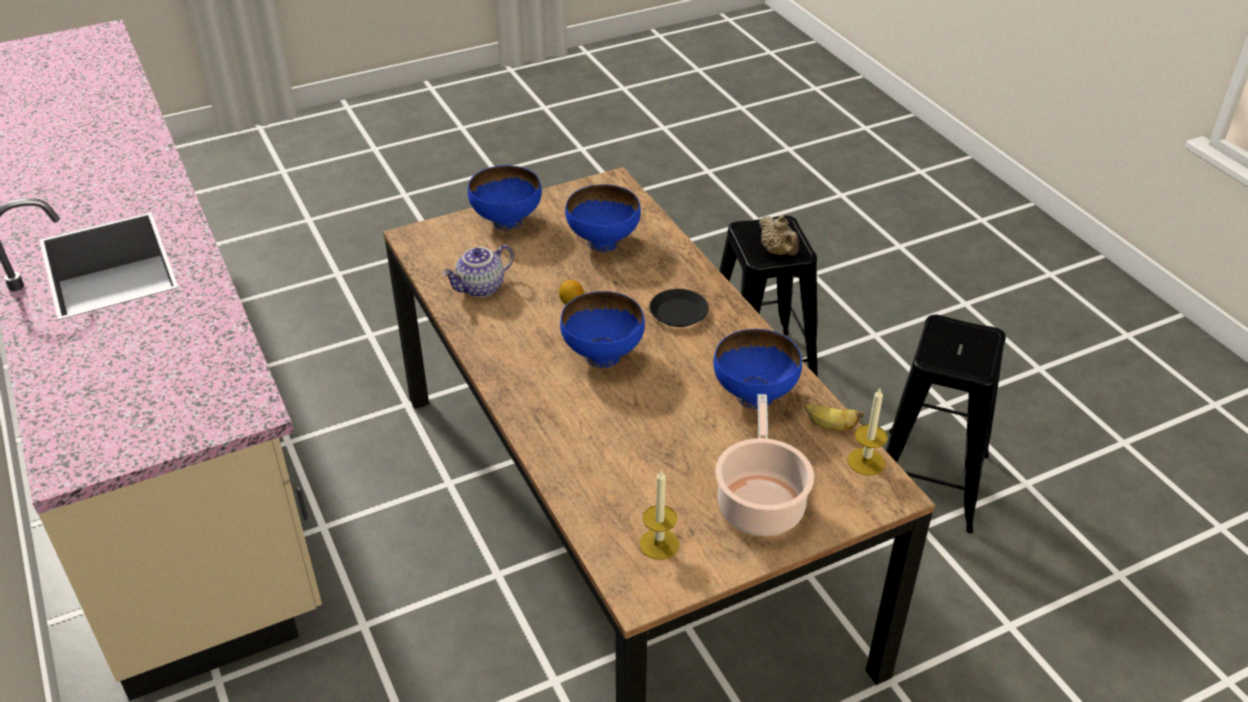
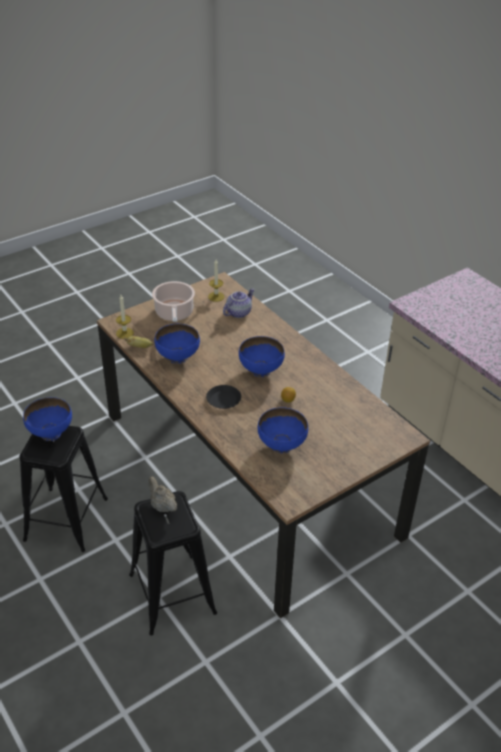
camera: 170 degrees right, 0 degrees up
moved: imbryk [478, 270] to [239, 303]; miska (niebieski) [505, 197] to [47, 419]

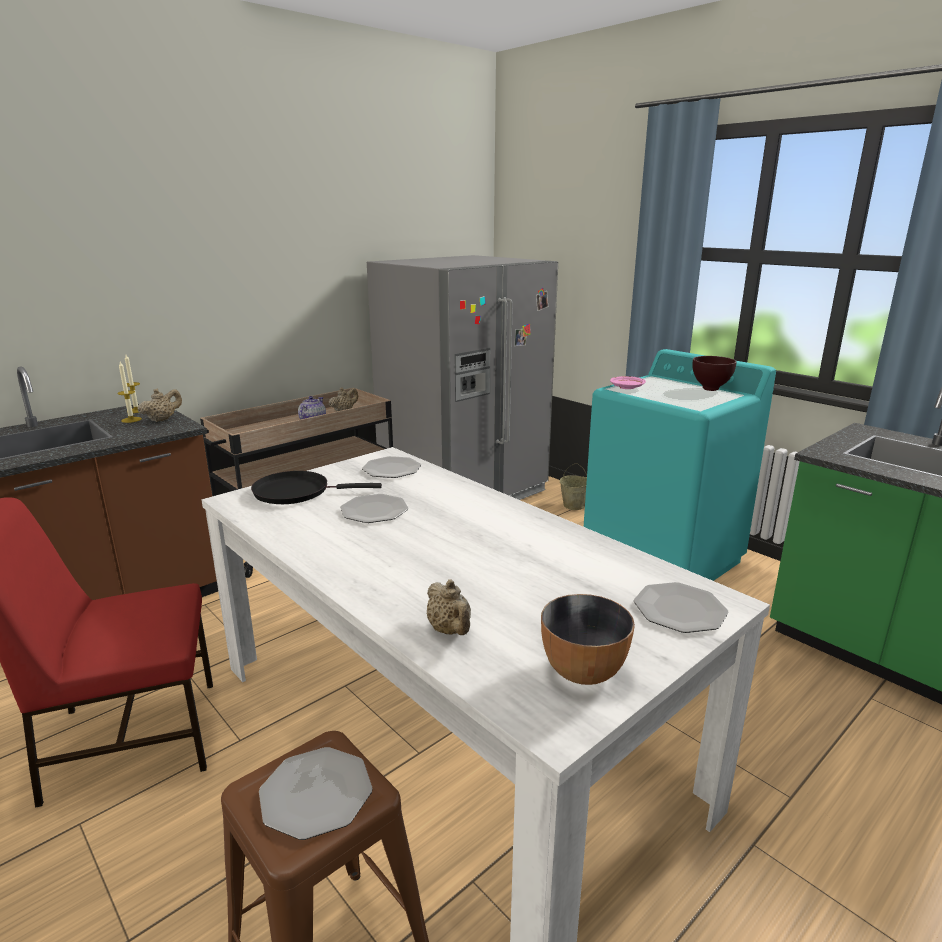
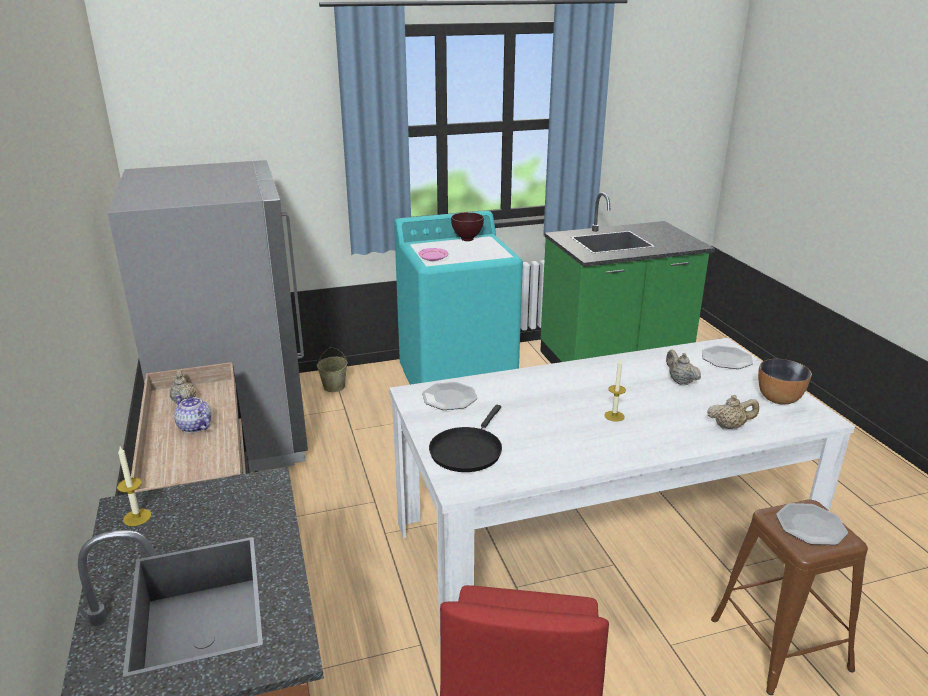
camera: 65 degrees left, 5 degrees up
removed: talerz [374, 508]
moved: świeca [129, 392] to [615, 390]; imbryk (beżowy) [160, 405] to [683, 367]

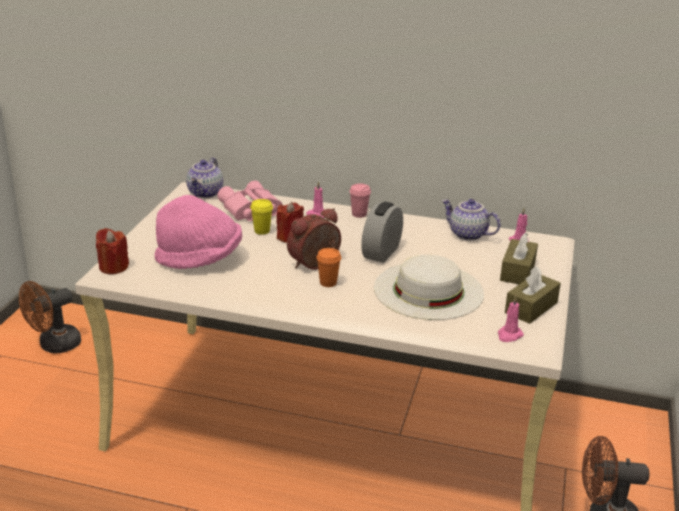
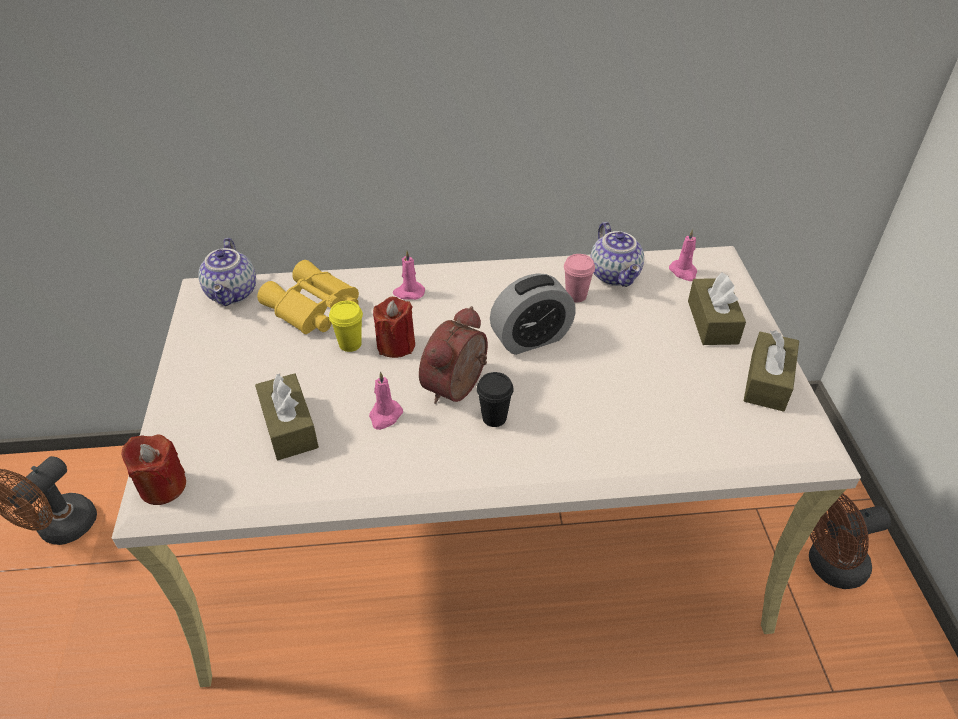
camera: 20 degrees left, 15 degrees up
removed: kapelusz (biały) [429, 287]
moved: filiżanka (różowy) [360, 200] to [579, 278]; świeca (różowy) [511, 319] to [386, 400]
replaced: kapelusz (różowy) [198, 232] to pudełko chusteczek (brązowy) [287, 416]
recoloured: lornetka (różowy) [249, 201] to lornetka (żółty) [308, 297]; filiżanka (pomarańczowy) [329, 267] to filiżanka (czarny) [495, 399]
turned: budzik [382, 232] = [533, 314] 120 degrees counterclockwise; imbryk [471, 220] = [617, 254] 120 degrees counterclockwise

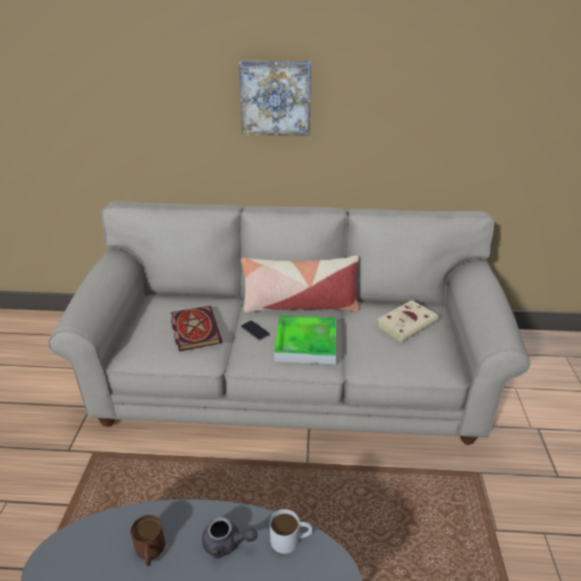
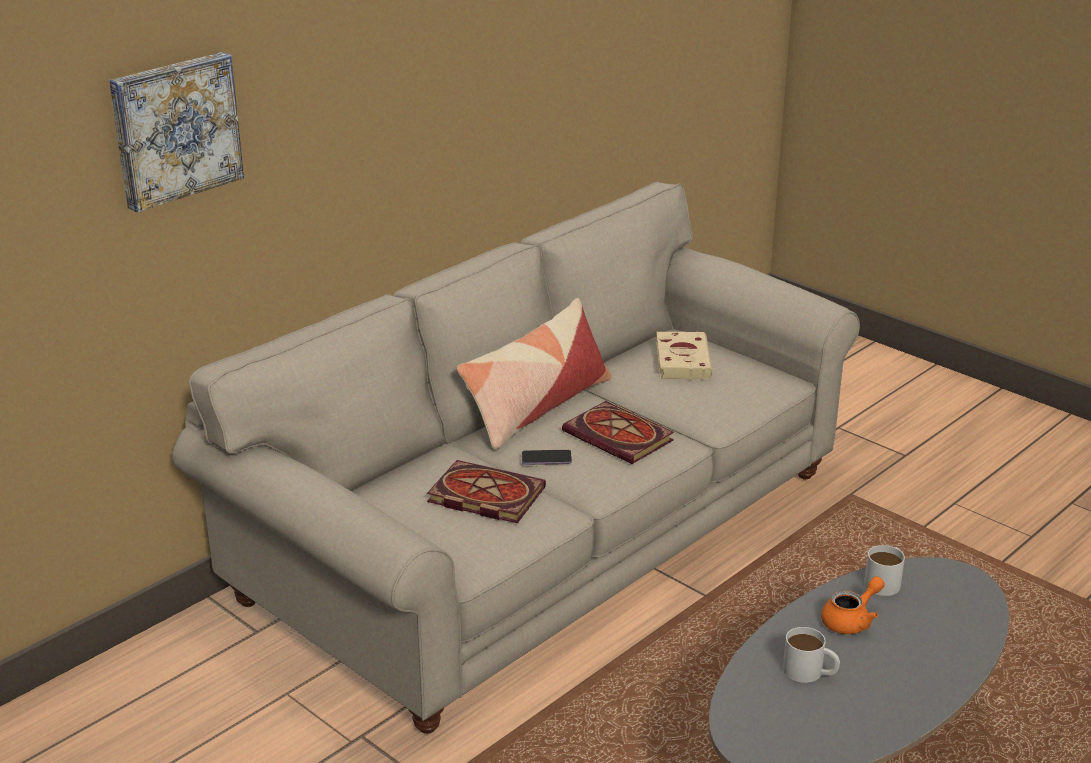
camera: 50 degrees left, 5 degrees down
moved: obraz [275, 98] to [176, 132]
replaced: taca [305, 340] to książka [618, 432]
recoloured: kubek (brązowy) [147, 540] to kubek (biały) [811, 655]; imbryk (szary) [229, 537] to imbryk (pomarańczowy) [853, 605]

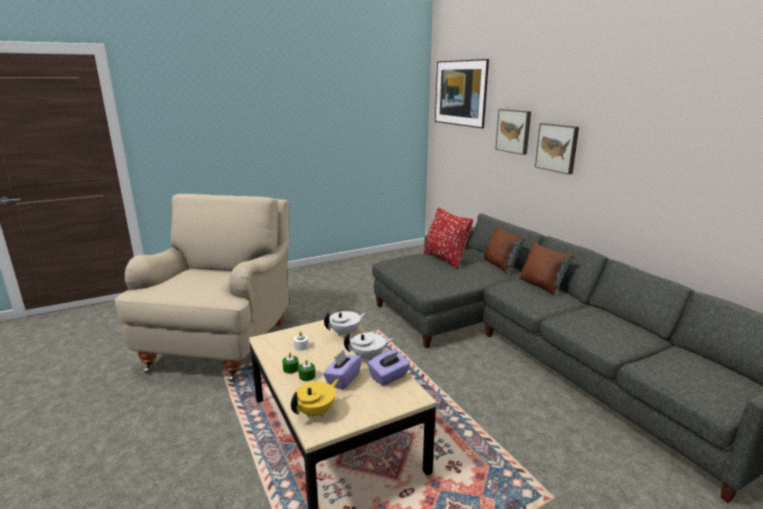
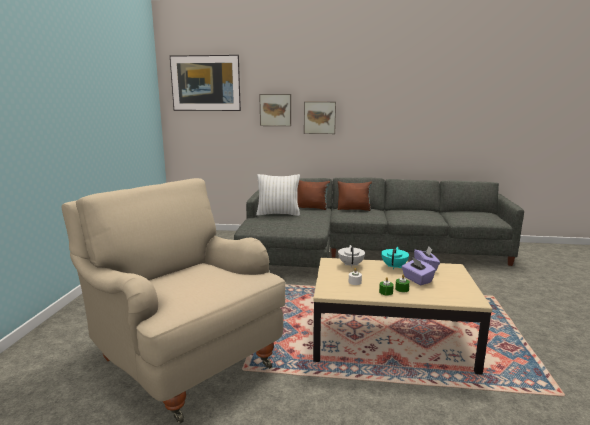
camera: 55 degrees left, 5 degrees down
removed: imbryk (żółty) [315, 398]
recoloured: imbryk (biały) [369, 347] to imbryk (turkusowy) [395, 258]; poduszka (czerwony) [448, 238] to poduszka (biały) [278, 195]

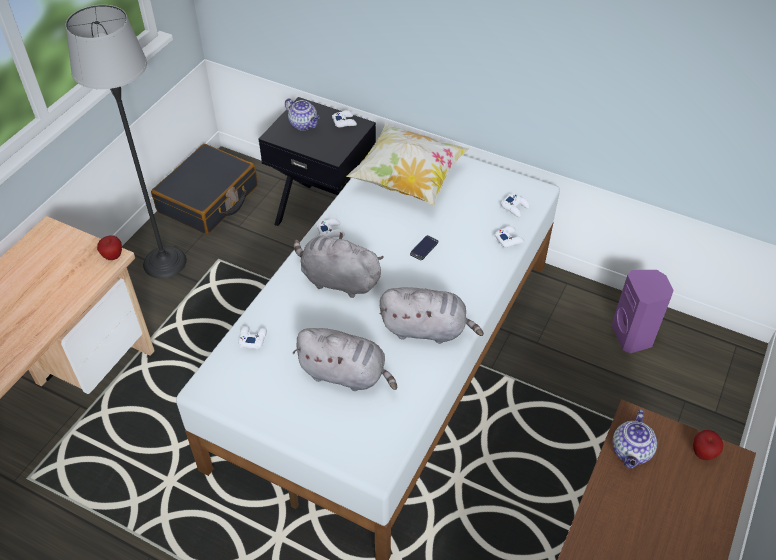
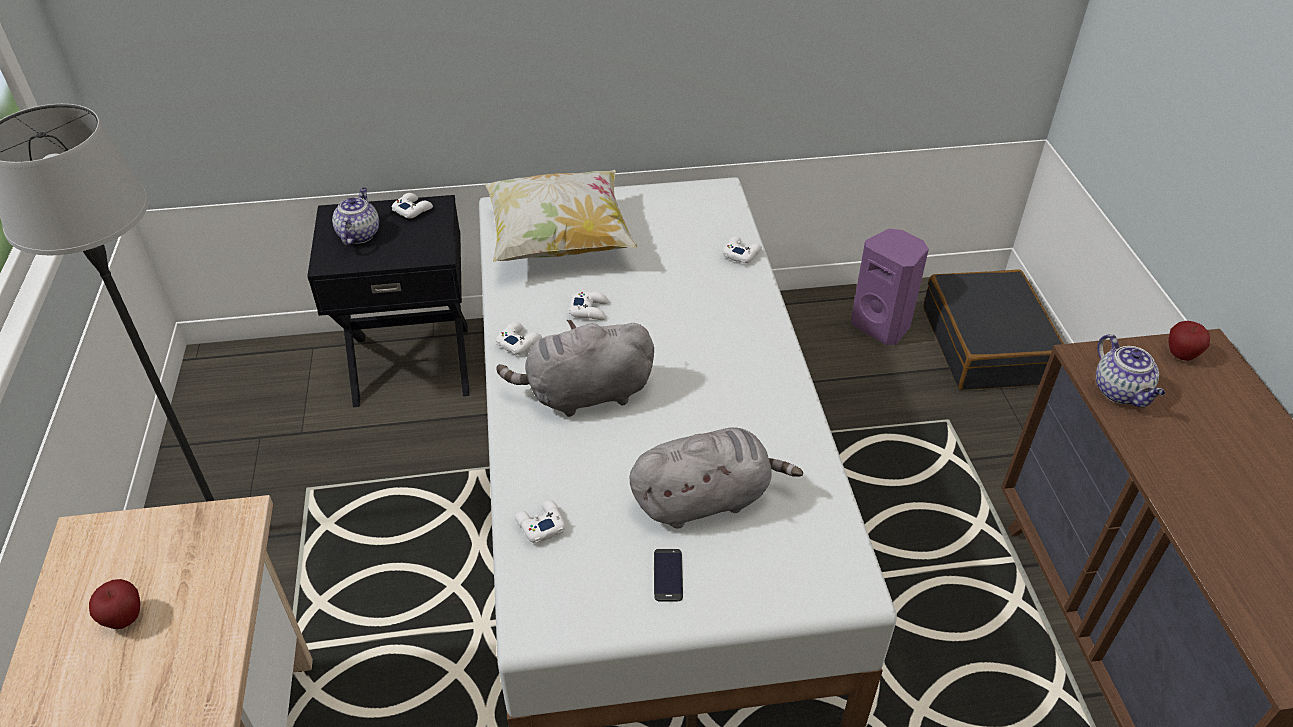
camera: 35 degrees left, 5 degrees down
removed: pluszak (szary) [432, 315]
moved: jabłko [109, 247] to [114, 604]; walizka (czarny) [204, 189] to [993, 329]; telefon [424, 247] to [668, 575]; pad do gier (biały) [515, 205] to [588, 305]
turned: imbryk [302, 114] = [355, 216] 90 degrees counterclockwise

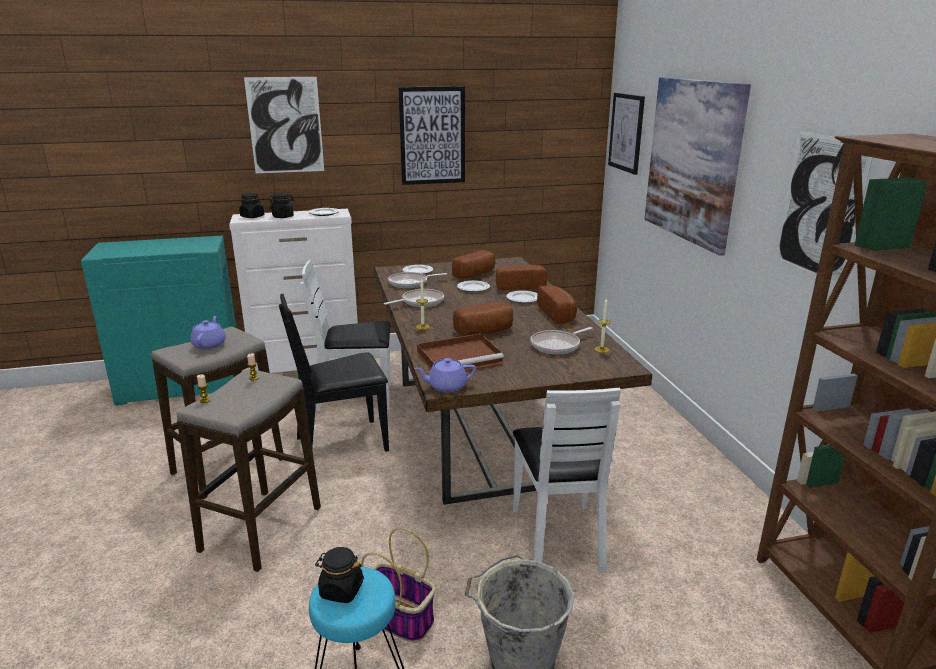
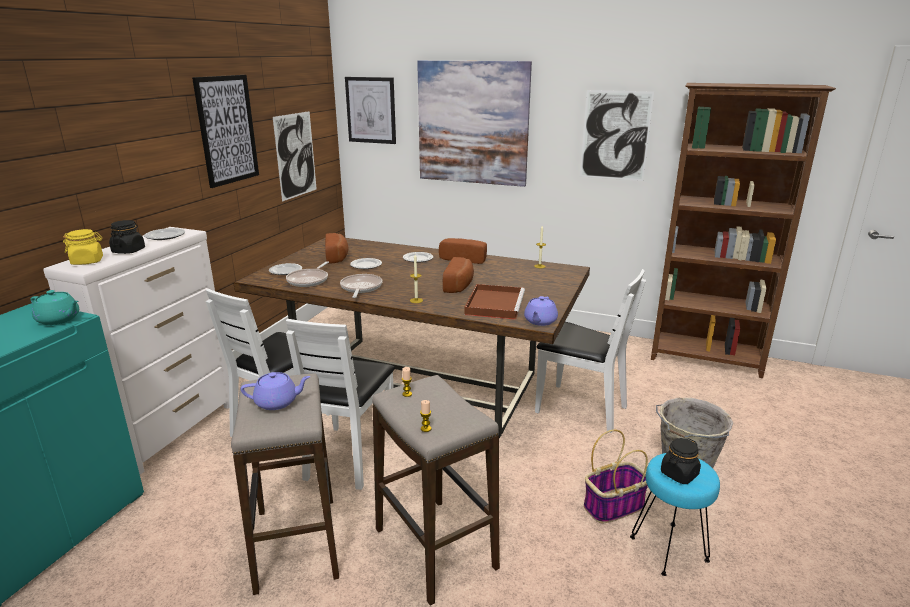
camera: 55 degrees left, 0 degrees up
removed: chleb [521, 277]; patelnia [561, 340]
added: imbryk (turkusowy) [54, 307]
moved: obraz [284, 125] to [295, 156]
recoloured: słoik (czarny) [251, 205] to słoik (żółty) [83, 247]; krzesło (czarny) [334, 373] to krzesło (biały) [340, 404]
turned: imbryk (fioletowy) [208, 332] = [276, 391] 135 degrees clockwise

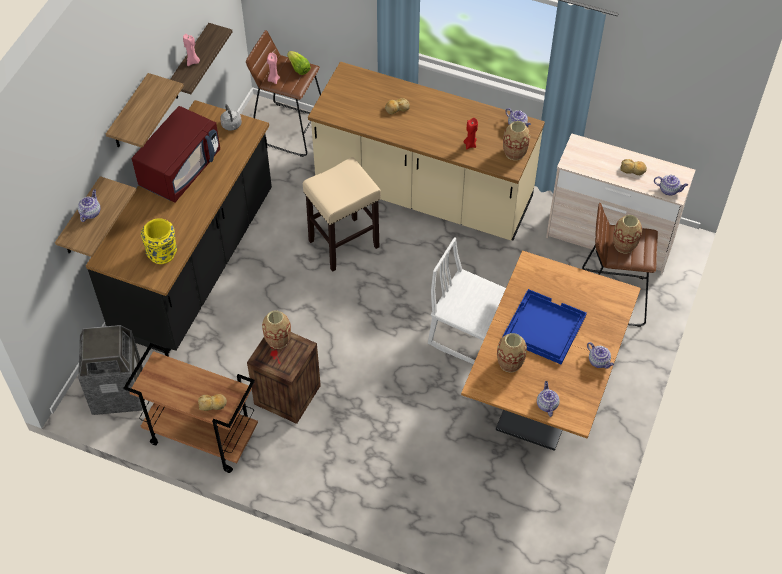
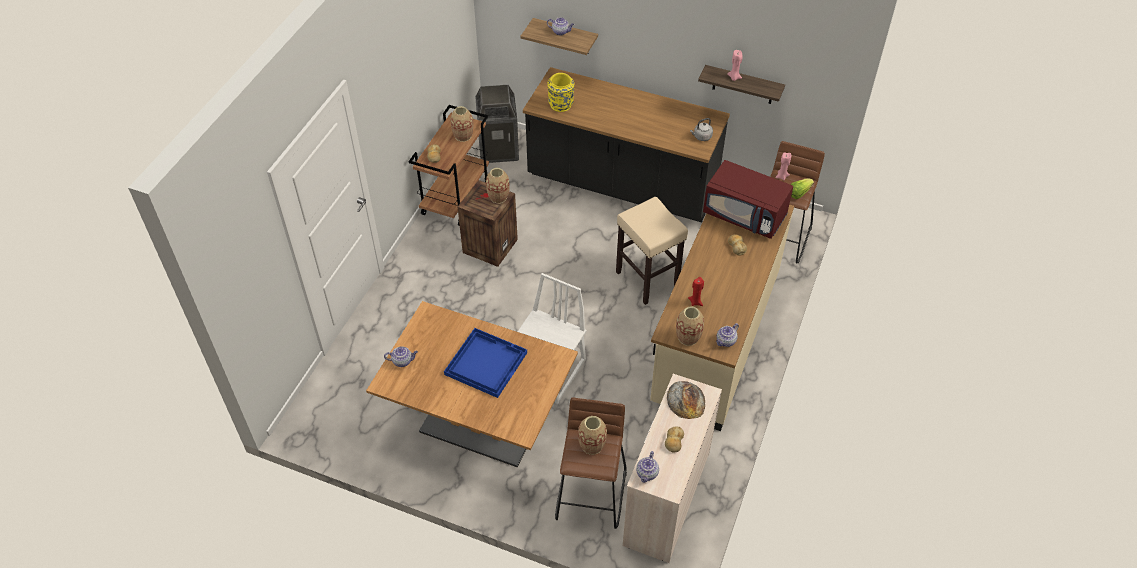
camera: 90 degrees right, 5 degrees down
removed: półka [145, 110]; imbryk [600, 355]
added: chleb [686, 400]
moved: mikrofalówka (czerwony) [176, 154] to [748, 199]; wazon [512, 353] to [461, 124]

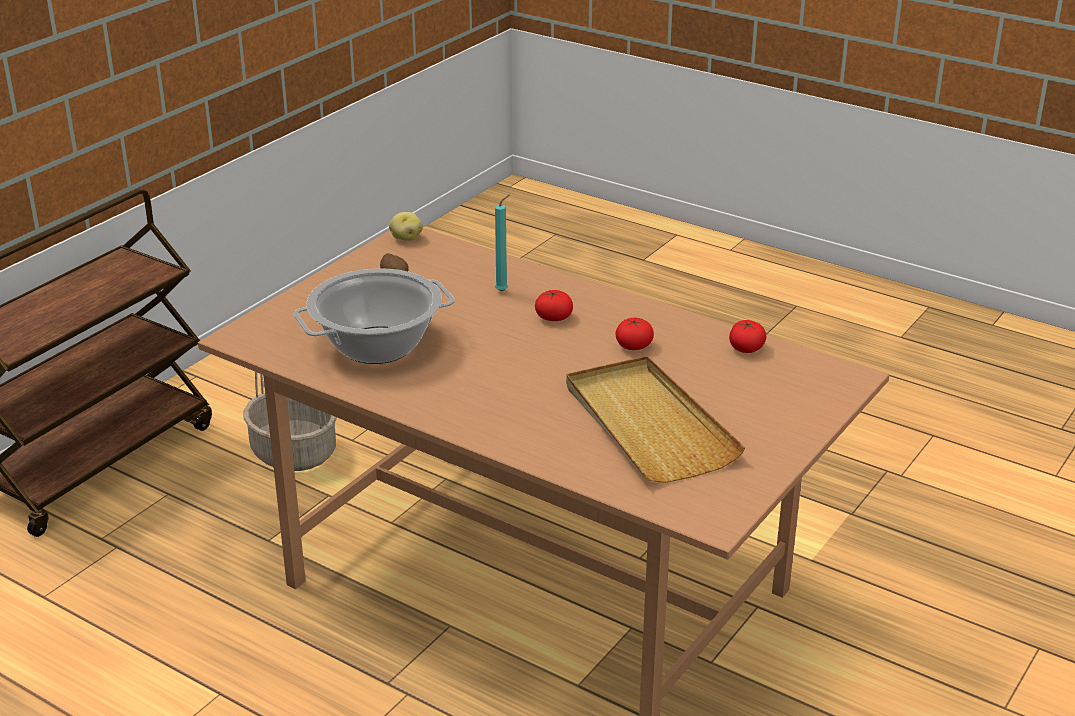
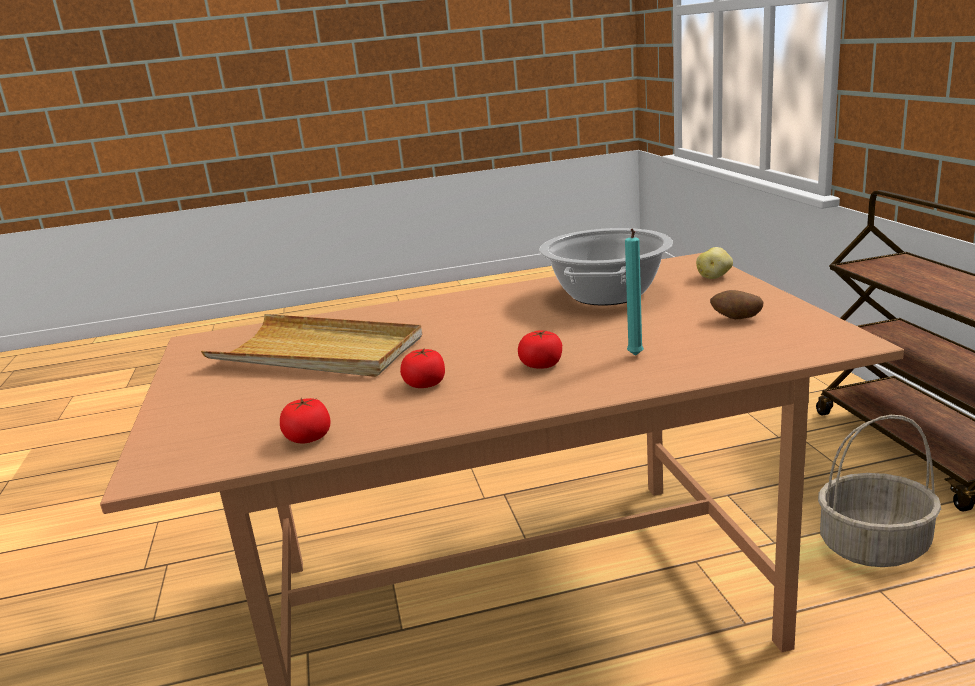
camera: 135 degrees right, 10 degrees down
moved: ziemniak [406, 226] to [714, 263]

